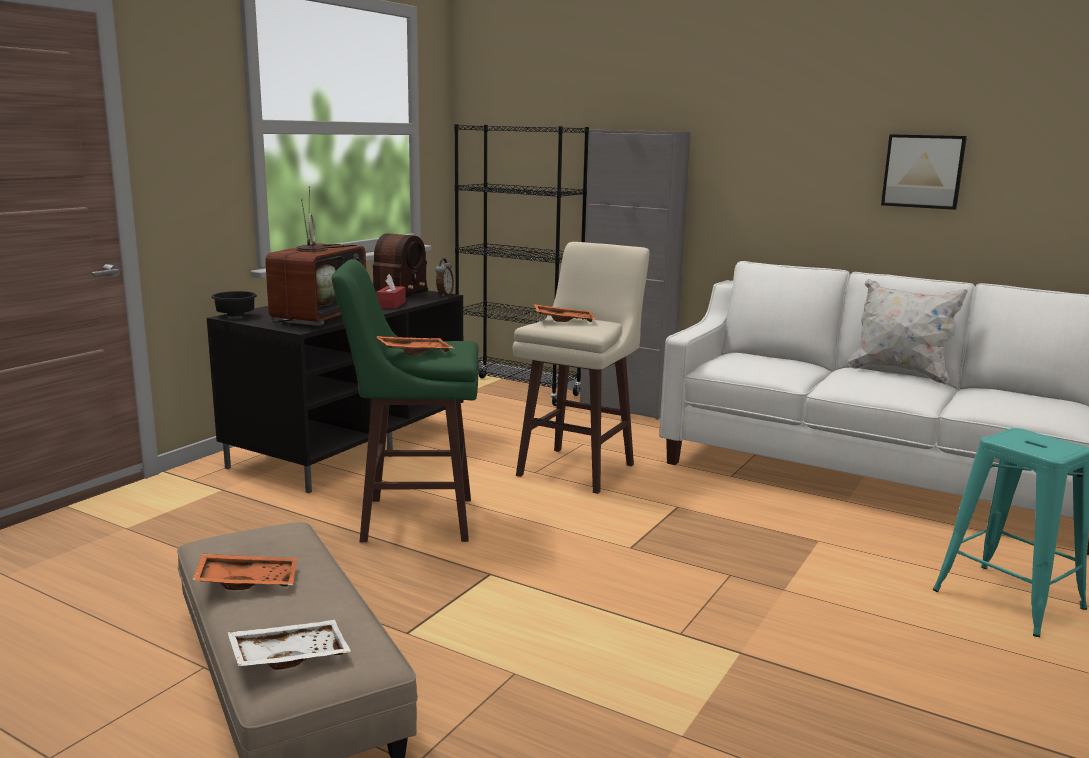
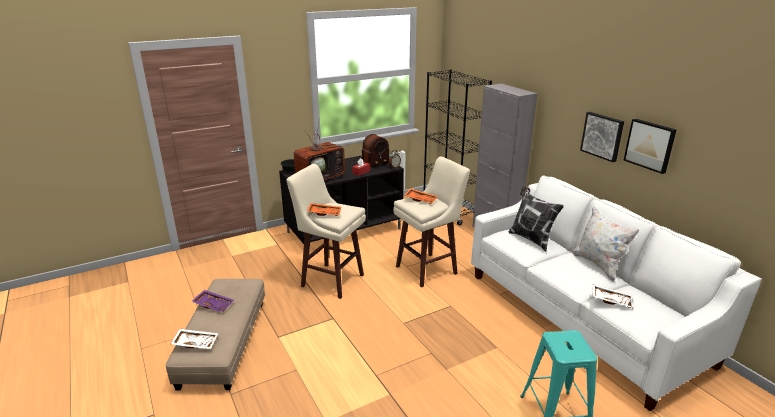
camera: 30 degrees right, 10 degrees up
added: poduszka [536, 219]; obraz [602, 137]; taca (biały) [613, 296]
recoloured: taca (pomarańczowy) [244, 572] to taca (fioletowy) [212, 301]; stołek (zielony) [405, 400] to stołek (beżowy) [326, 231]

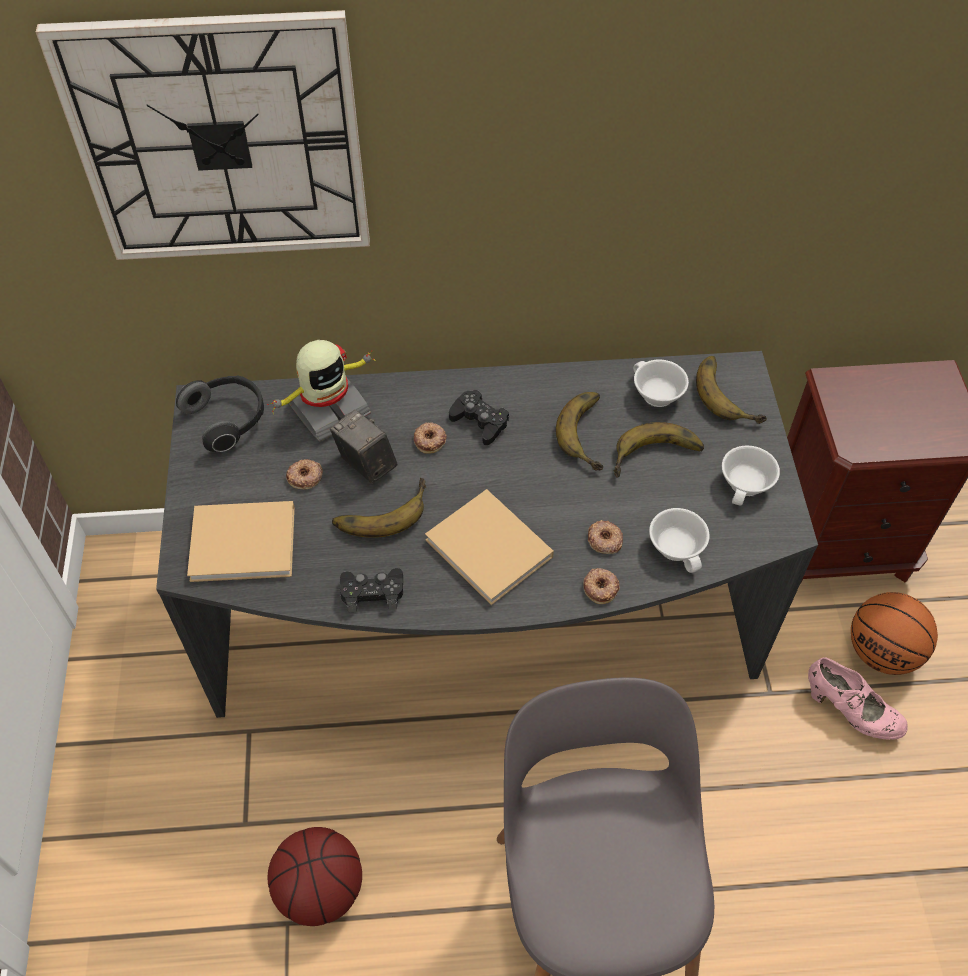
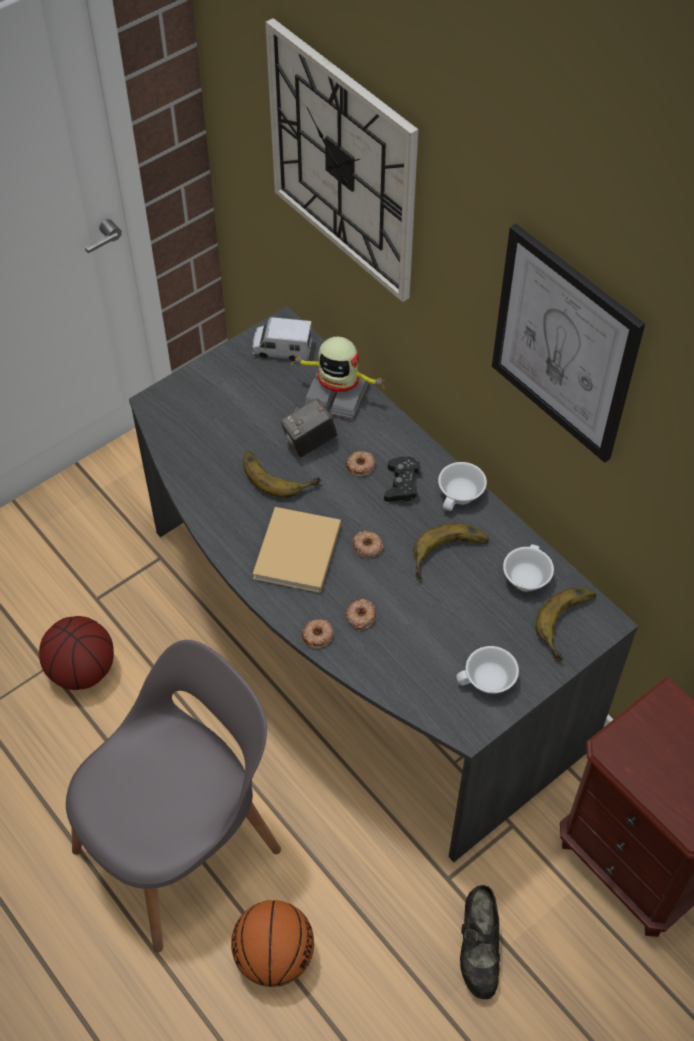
camera: 55 degrees right, 0 degrees up
removed: książka (beżowy) [241, 541]; pad do gier (czarny) [371, 590]; banan [659, 449]
added: obraz [568, 343]
moved: donut [304, 474] to [367, 544]; filiżanka (biały) [679, 540] to [462, 486]; piłka do koszykówki [894, 633] to [272, 943]
replaced: słuchawki [220, 413] to ciężarówka zabawkowa [282, 339]
recoloured: but (różowy) [858, 698] to but (czarny) [480, 942]
turned: aparat fotograficzny [364, 447] = [309, 427] 135 degrees counterclockwise

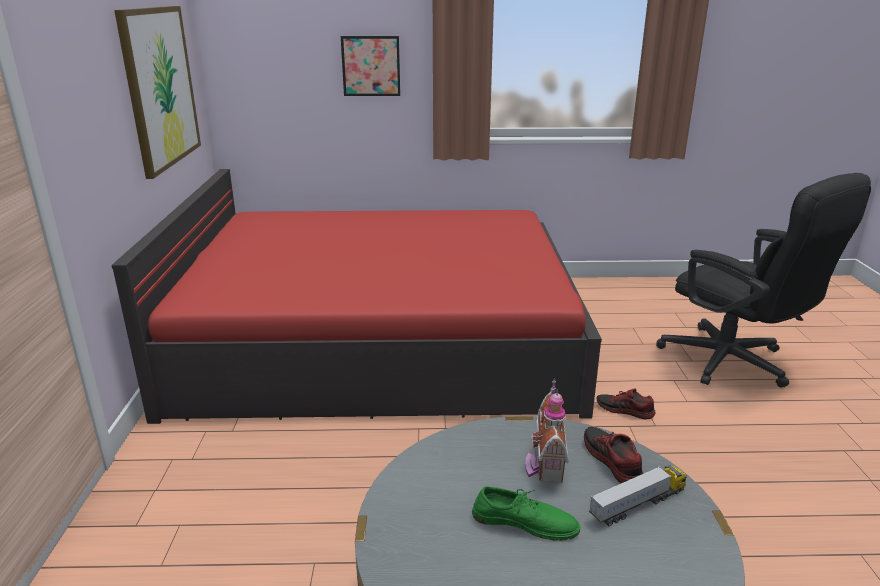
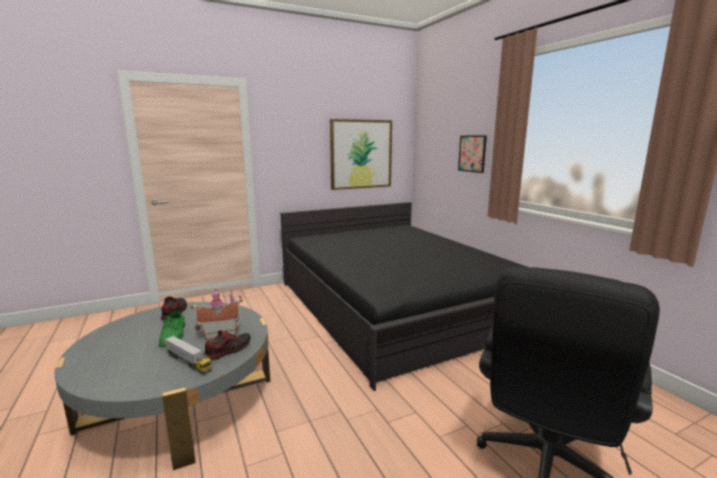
camera: 65 degrees right, 10 degrees down
moved: but [626, 404] to [174, 308]
recoloured: łóżko (czerwony) [356, 296] to łóżko (czarny) [405, 296]

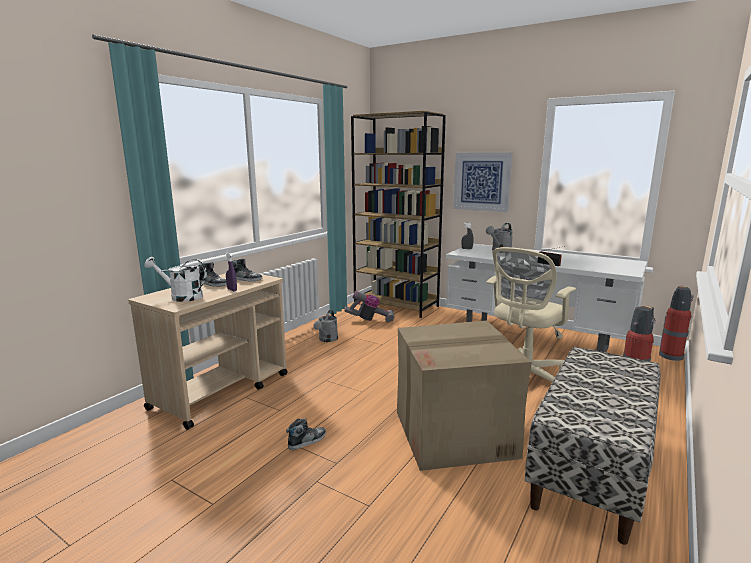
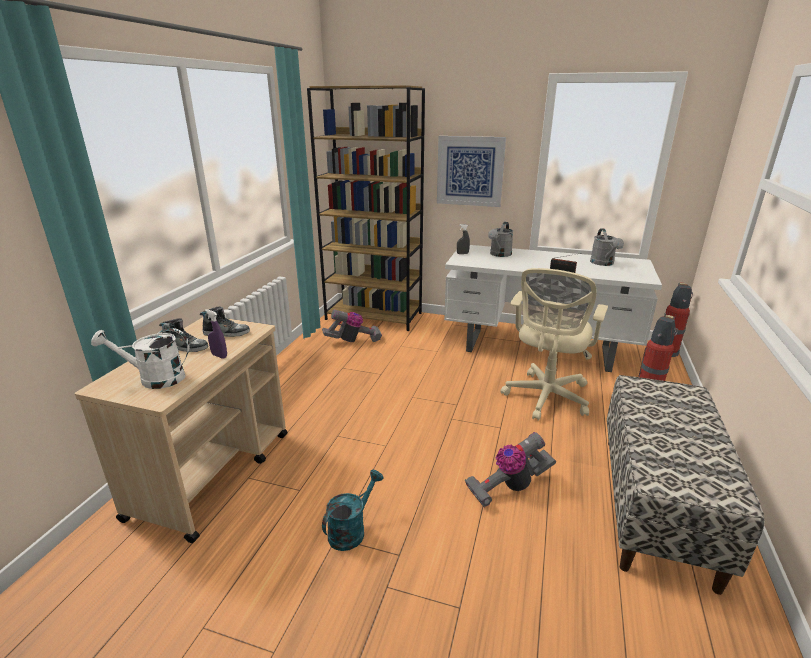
camera: 15 degrees left, 10 degrees up
moved: konewka (szary) [325, 326] to [607, 247]
replaced: but [306, 434] to konewka (turkusowy) [353, 510]; karton [464, 395] to odkurzacz [510, 469]

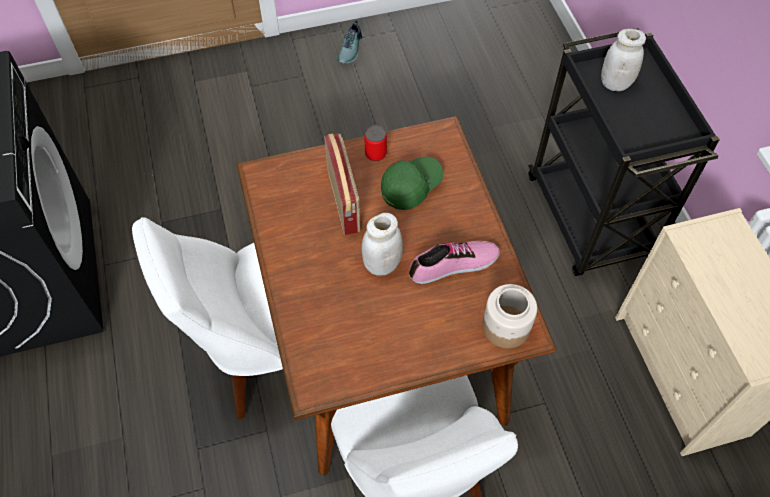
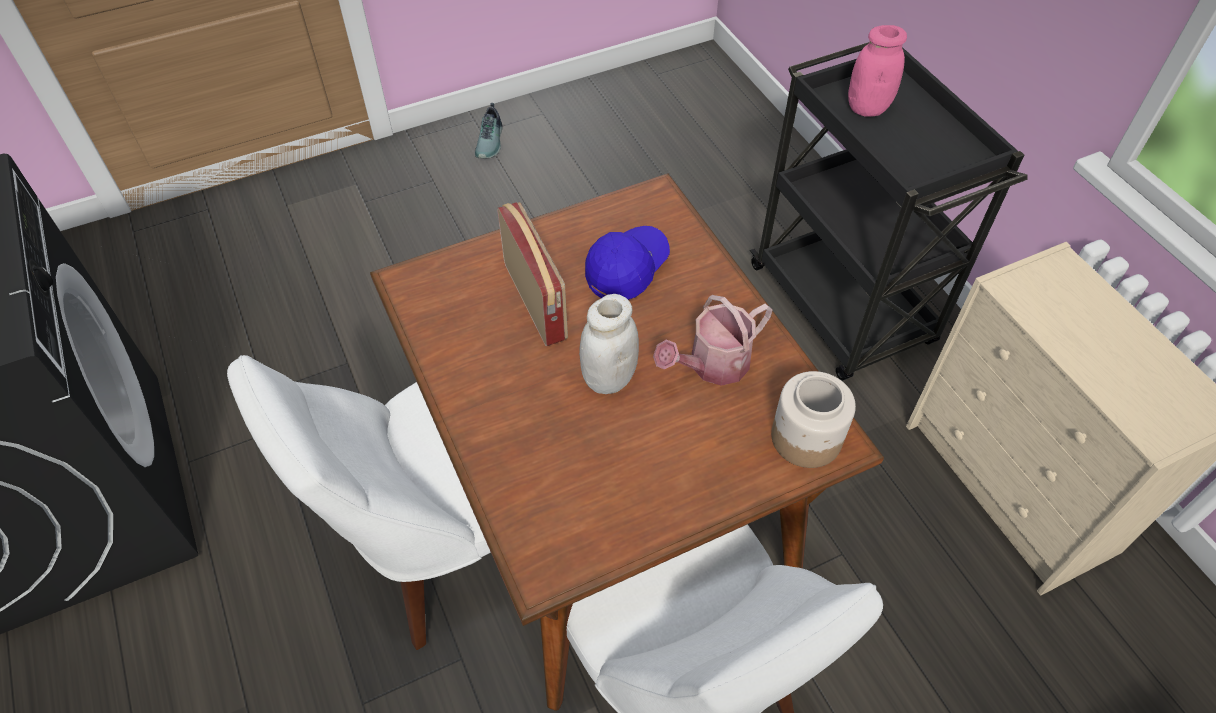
camera: 10 degrees left, 5 degrees down
removed: puszka [375, 143]
replaced: but [454, 262] to konewka [713, 340]
recoloured: czapka z daszkiem (zielony) [412, 183] to czapka z daszkiem (niebieski) [627, 263]; słoik (biały) [623, 60] to słoik (różowy) [877, 71]

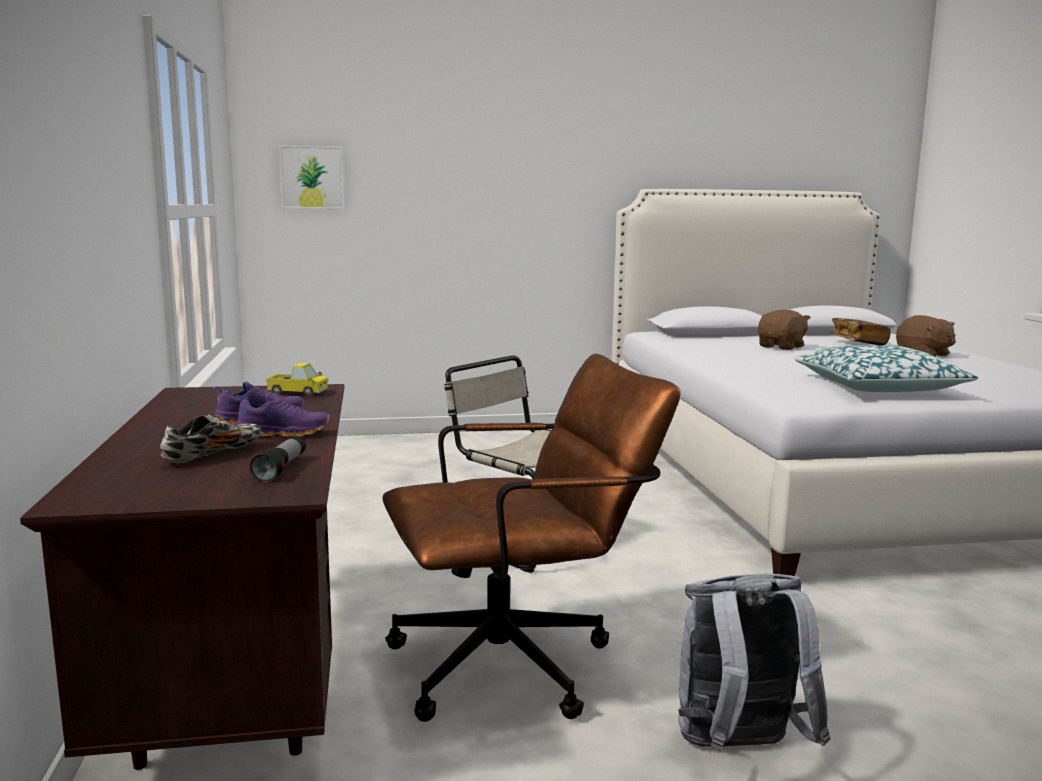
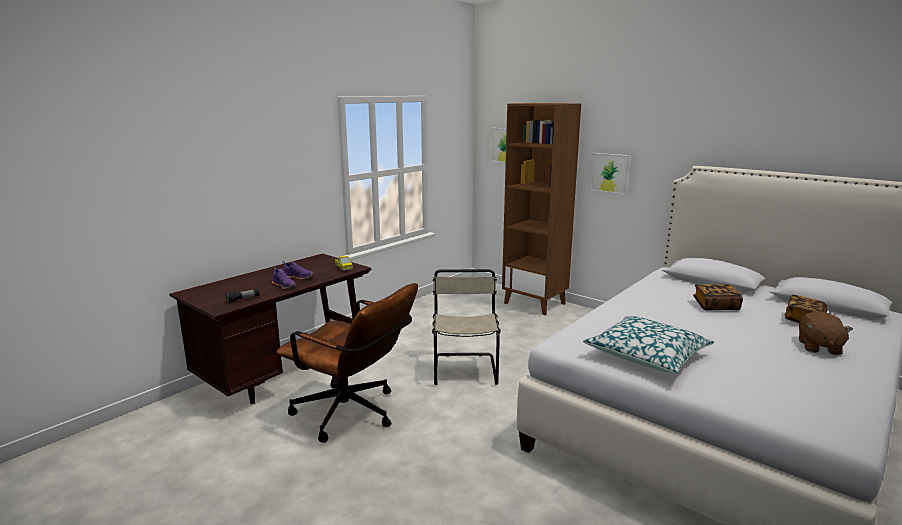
camera: 50 degrees right, 5 degrees up
removed: but [211, 439]; plecak (szary) [754, 663]
added: regał (brązowy) [541, 209]; obraz [610, 174]
replaced: pluszak (brązowy) [784, 330] to książka [718, 297]

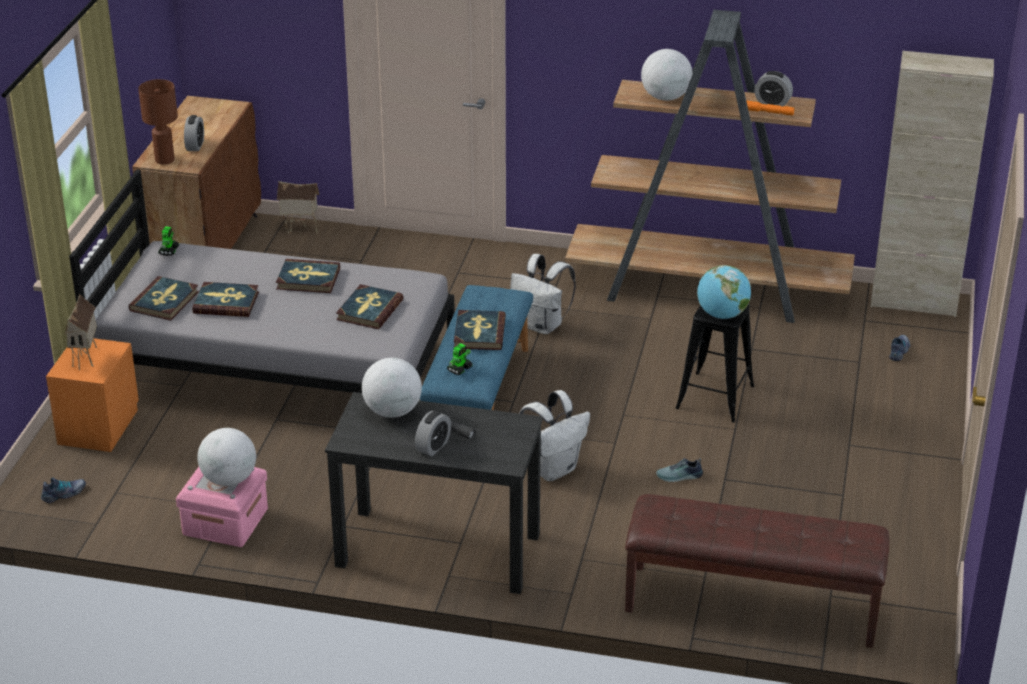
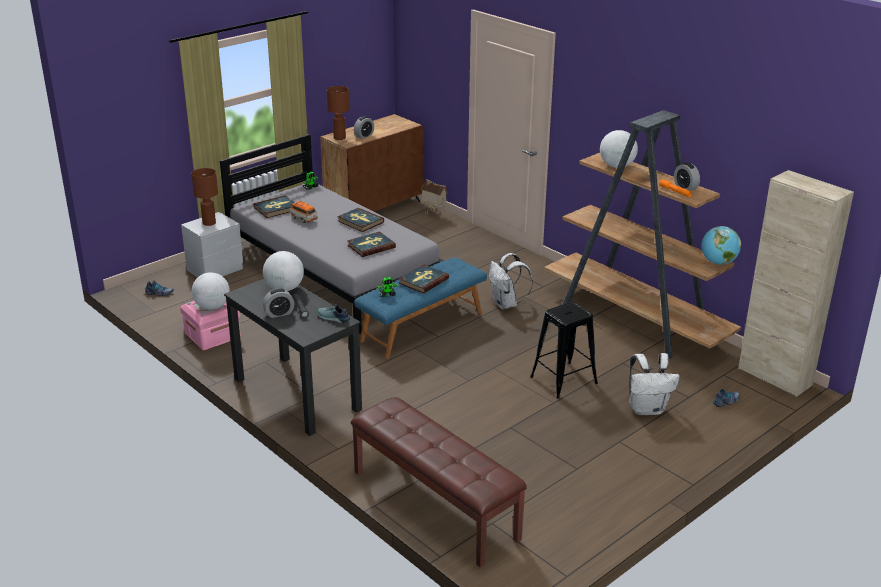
camera: 35 degrees right, 5 degrees down
moved: plecak (biały) [554, 435] to [654, 384]; but [679, 470] to [333, 313]; globus [724, 292] to [721, 245]
replaced: domek [81, 332] to lampa stołowa (brązowy) [204, 197]; książka [225, 299] to samochodzik [304, 211]
recoloured: szafka nocna (pomarańczowy) [92, 395] to szafka nocna (szary) [212, 245]

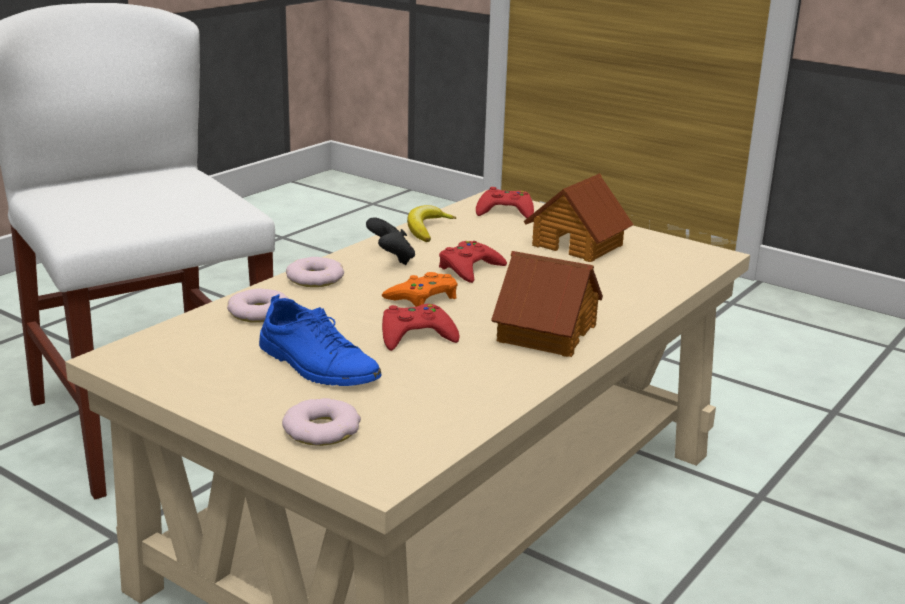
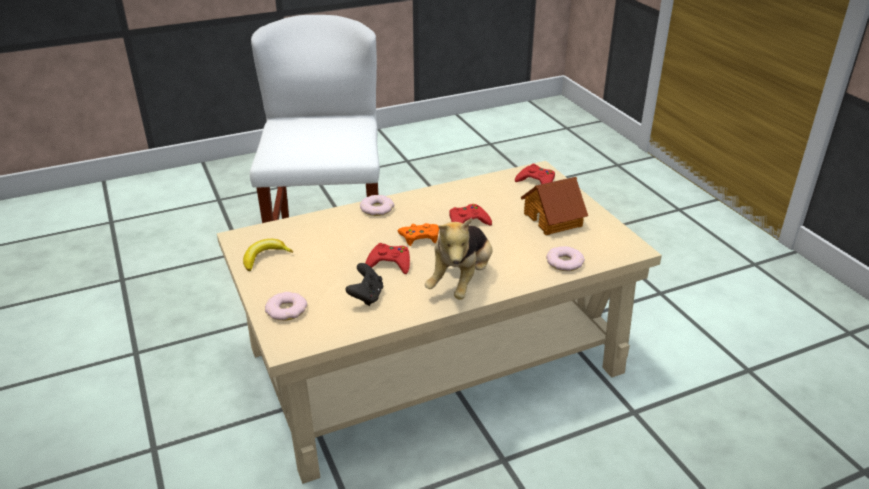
camera: 30 degrees right, 10 degrees up
removed: but (niebieski) [320, 340]
moved: donut [258, 305] to [565, 258]; pad do gier (czarny) [390, 241] to [364, 284]; banan [431, 223] to [268, 255]
replaced: domek [547, 304] to pluszak [458, 259]

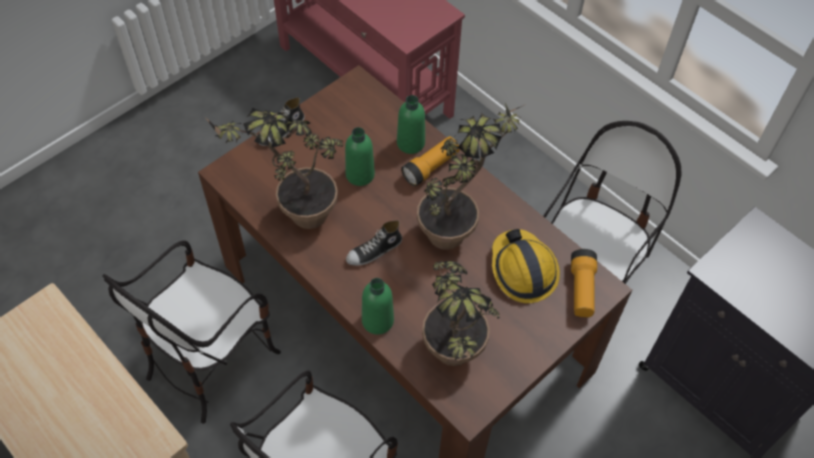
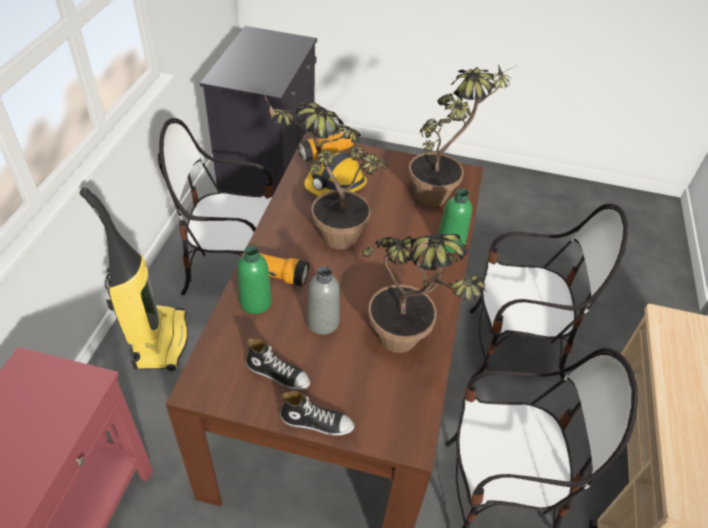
camera: 125 degrees left, 10 degrees down
added: odkurzacz [134, 279]
moved: but [374, 243] to [278, 364]
recoloured: butelka (zielony) [360, 156] to butelka (szary) [323, 300]

